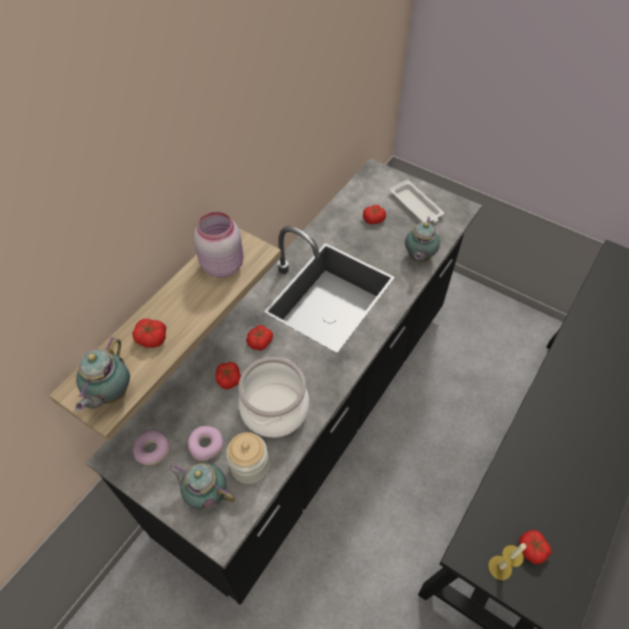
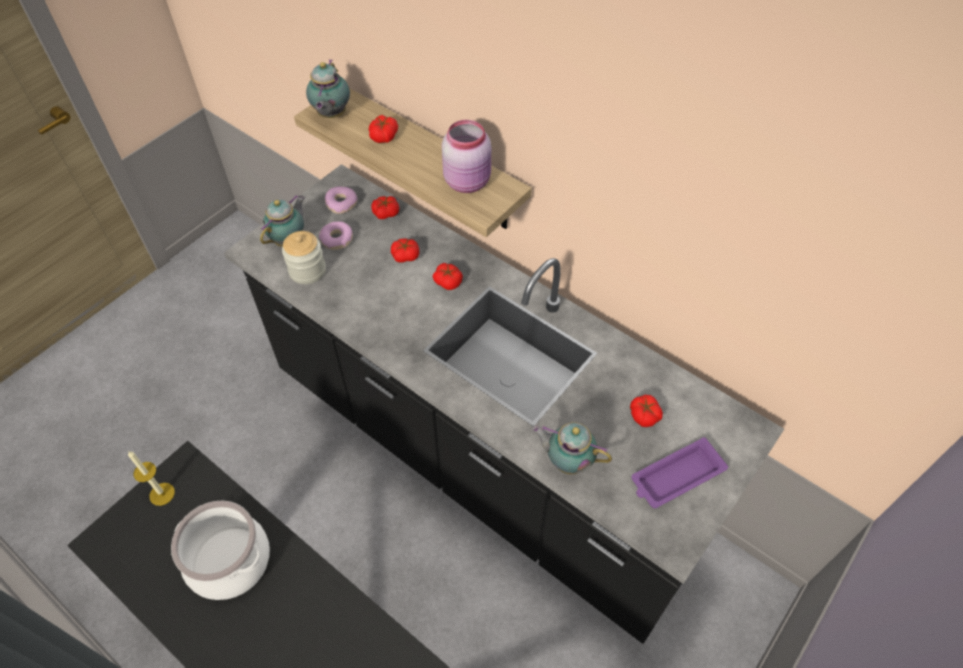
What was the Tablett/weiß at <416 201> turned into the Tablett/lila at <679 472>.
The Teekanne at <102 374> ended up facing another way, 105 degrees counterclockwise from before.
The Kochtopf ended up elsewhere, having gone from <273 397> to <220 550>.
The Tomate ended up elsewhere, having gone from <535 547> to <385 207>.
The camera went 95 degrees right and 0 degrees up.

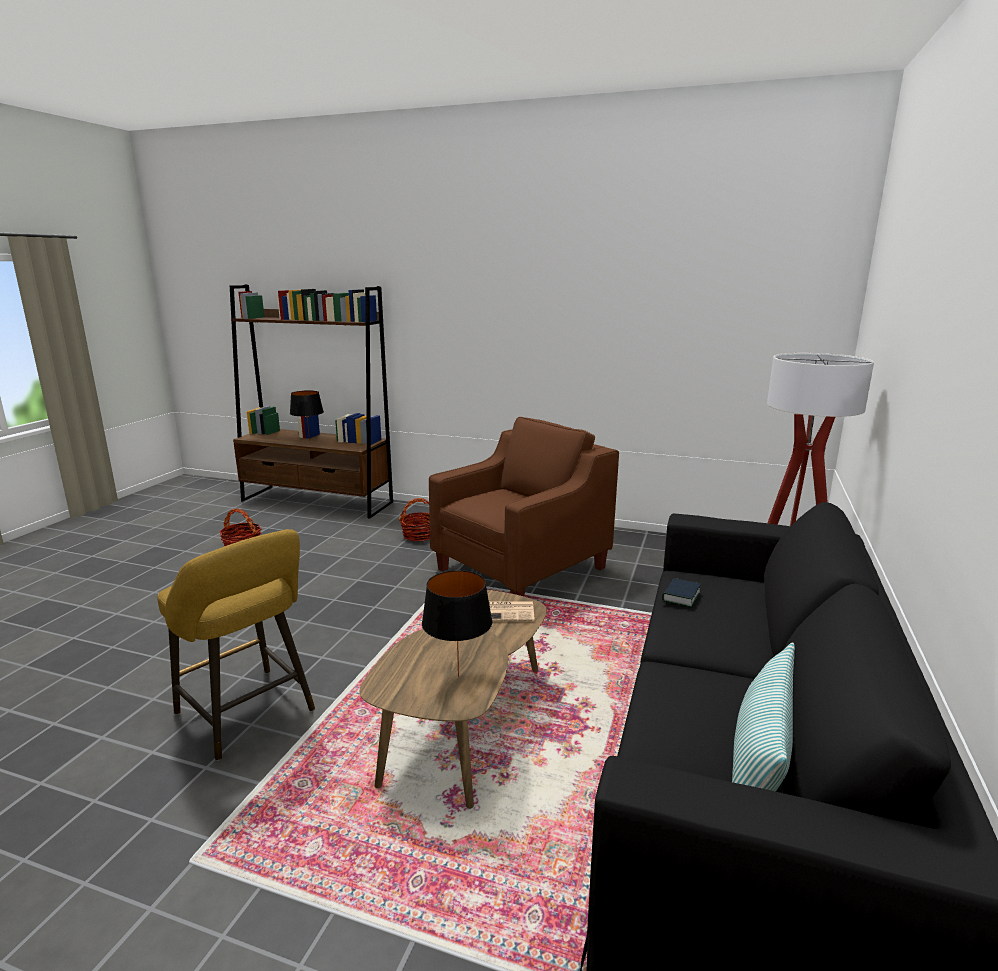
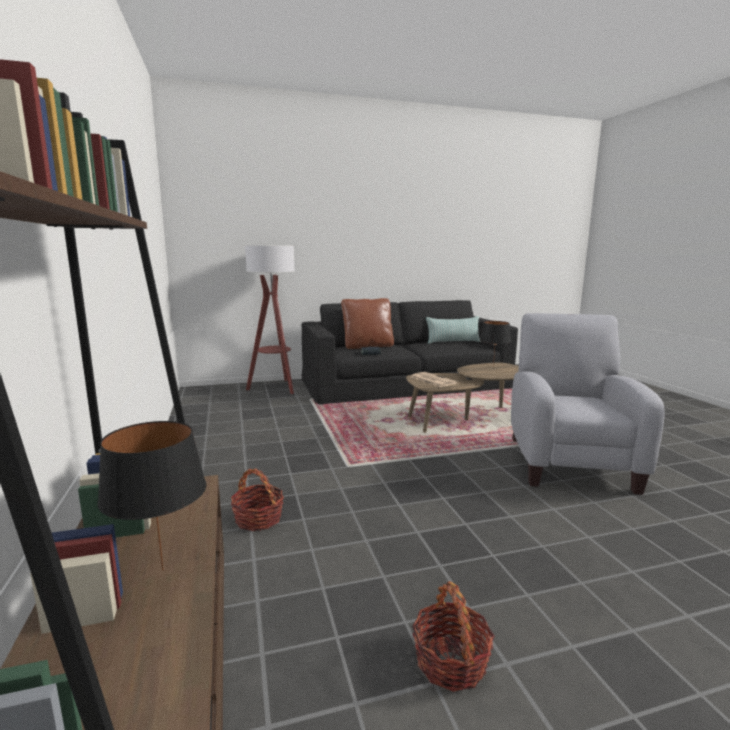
The second view lost the Sessel/braun at <524 506>.
Where the Hocker/gelb stood at <236 645>, the Sessel/grau came to stand at <588 404>.
The second view gained the Kissen/braun at <367 323>.
The camera went 125 degrees left and 5 degrees down.

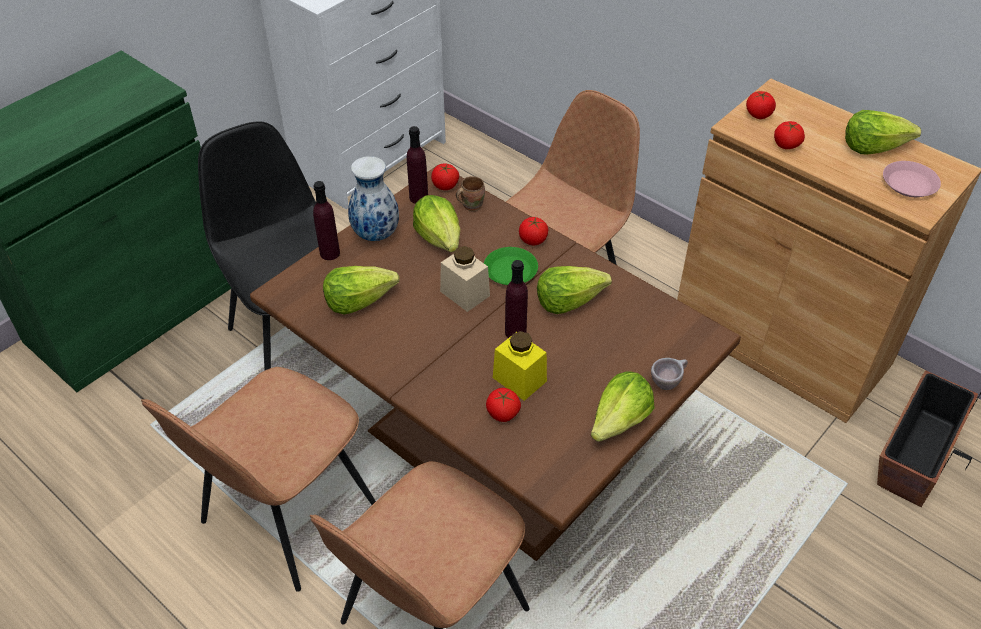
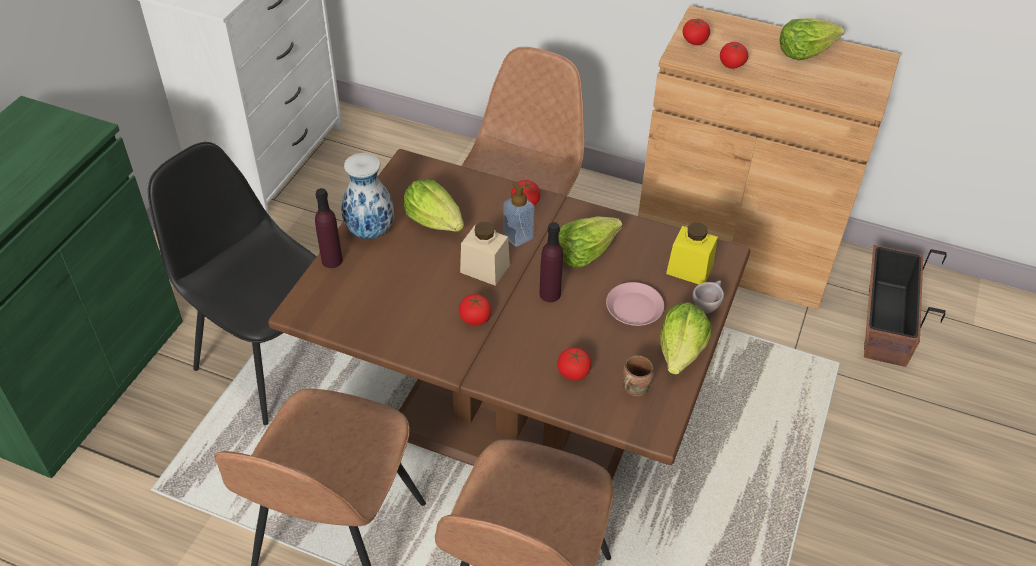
The second view lost the Flasche/lila at <417 165>.
The Teller/rosa ended up elsewhere, having gone from <912 179> to <635 304>.
The Tomate ended up elsewhere, having gone from <445 176> to <475 310>.
The Henkelbecher/braun ended up elsewhere, having gone from <470 193> to <638 375>.
Where the Teller/grün stood at <511 266>, the Seifenspender came to stand at <518 214>.
The second view lost the Salatkopf at <361 290>.
The Vorratsglas/gelb ended up elsewhere, having gone from <520 366> to <692 253>.
The camera went 20 degrees left and 0 degrees up.

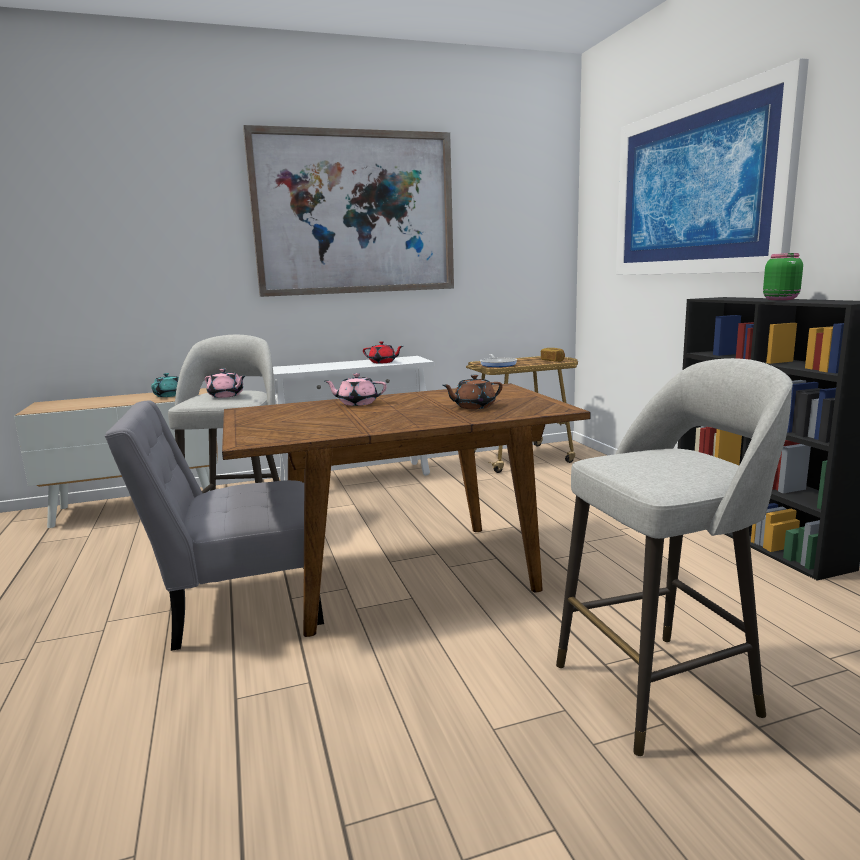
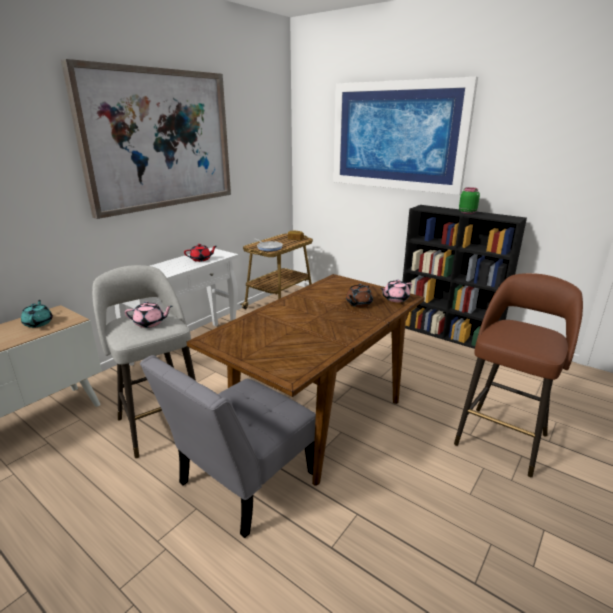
What was the Hocker/grau at <674 557> turned into the Hocker/braun at <518 375>.
The Teekanne/rosa ended up elsewhere, having gone from <356 389> to <396 290>.
The camera went 35 degrees left and 10 degrees up.

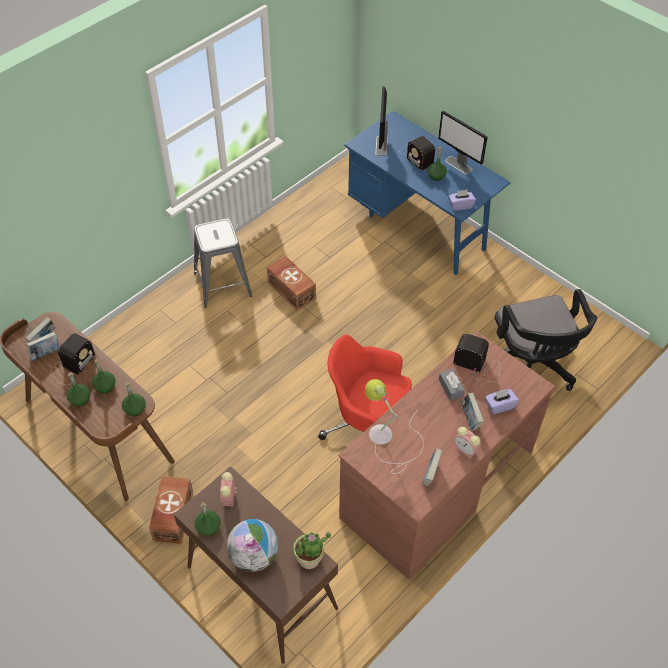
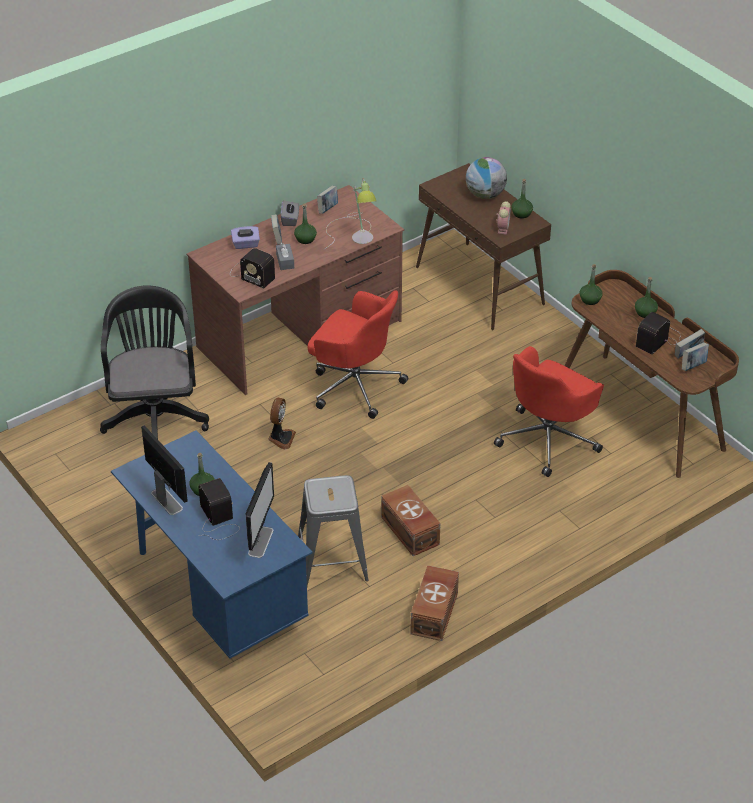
The second view lost the Taschentuchbox/lila at <462 200>.
The Hocker/grau ended up elsewhere, having gone from <223 263> to <333 531>.
The Flasche/grün ended up elsewhere, having gone from <104 376> to <305 223>.
Where the Wecker stood at <467 443>, the Taschentuchbox/grau came to stand at <290 213>.
The Aufbewahrungsbox/braun ended up elsewhere, having gone from <171 510> to <434 603>.
The second view lost the Topfpflanze at <312 550>.
The second view gained the Bürostuhl/rot at <549 411>.
The second view gained the Ventilator at <282 423>.
The camera went 170 degrees left and 10 degrees down.

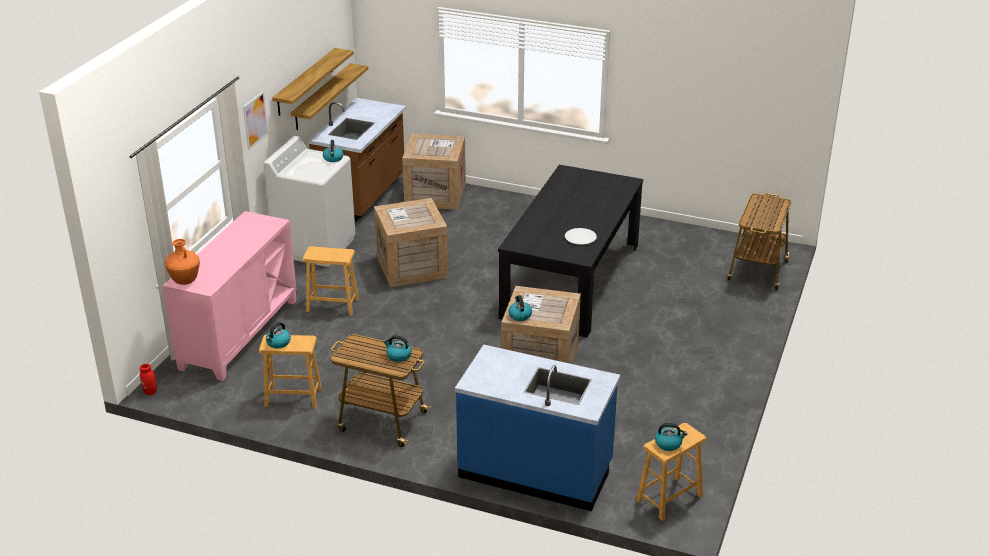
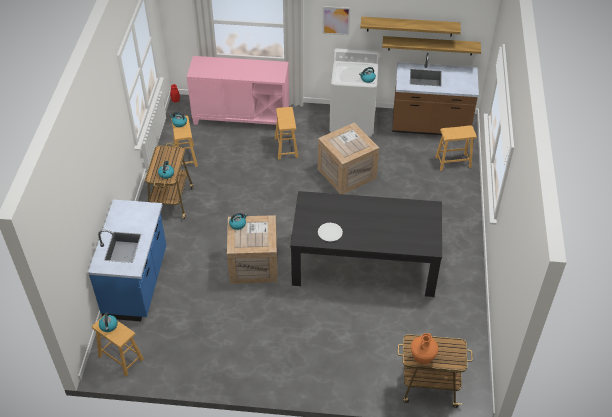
Where the Kiste stood at <434 172>, the Hocker/braun came to stand at <456 148>.
The Vase/orange ended up elsewhere, having gone from <182 262> to <425 348>.
The camera went 75 degrees right and 15 degrees up.

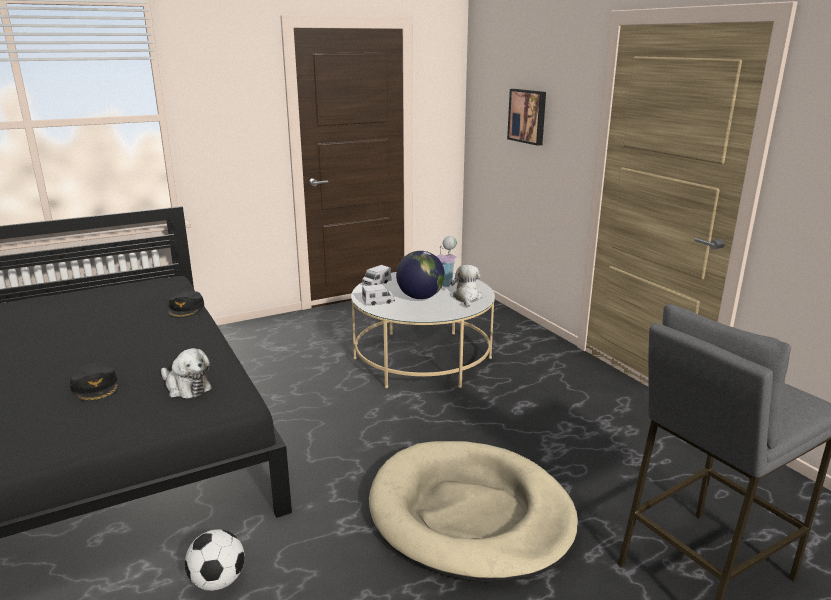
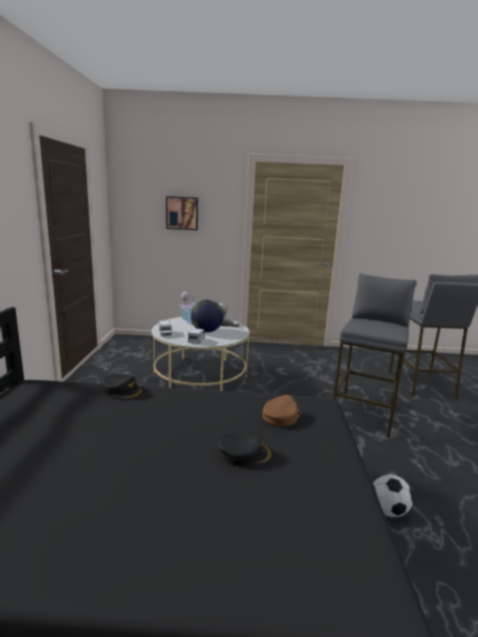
Where the Plüschtier stood at <186 373>, the Kappe/braun came to stand at <281 410>.
Where the Hundebett/beige stood at <473 512>, the Hocker/grau came to stand at <375 355>.
The camera went 60 degrees left and 5 degrees down.

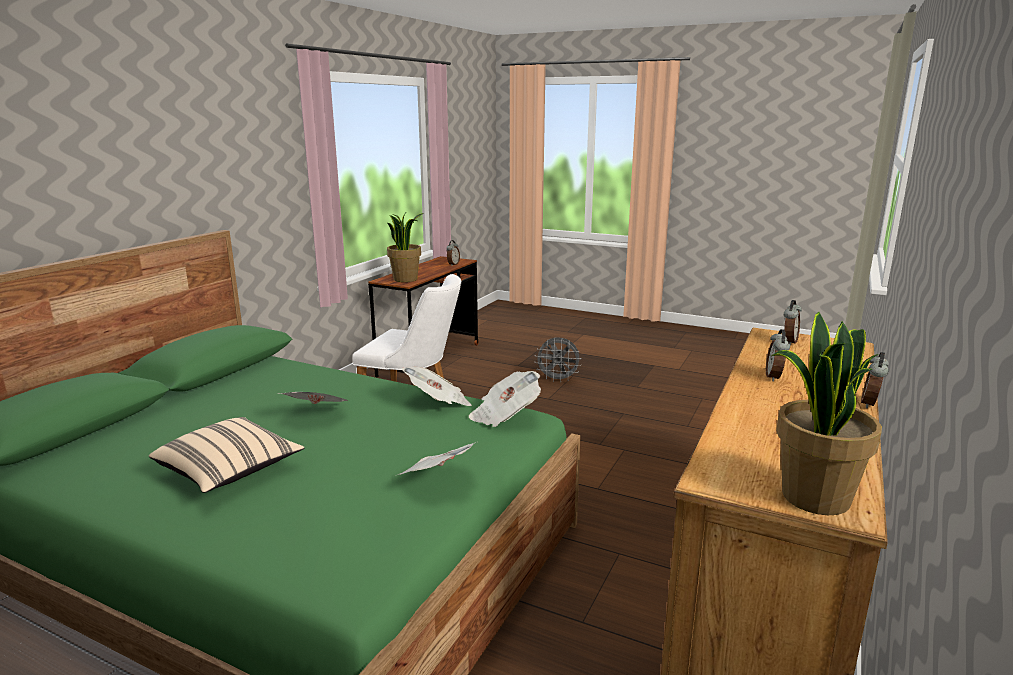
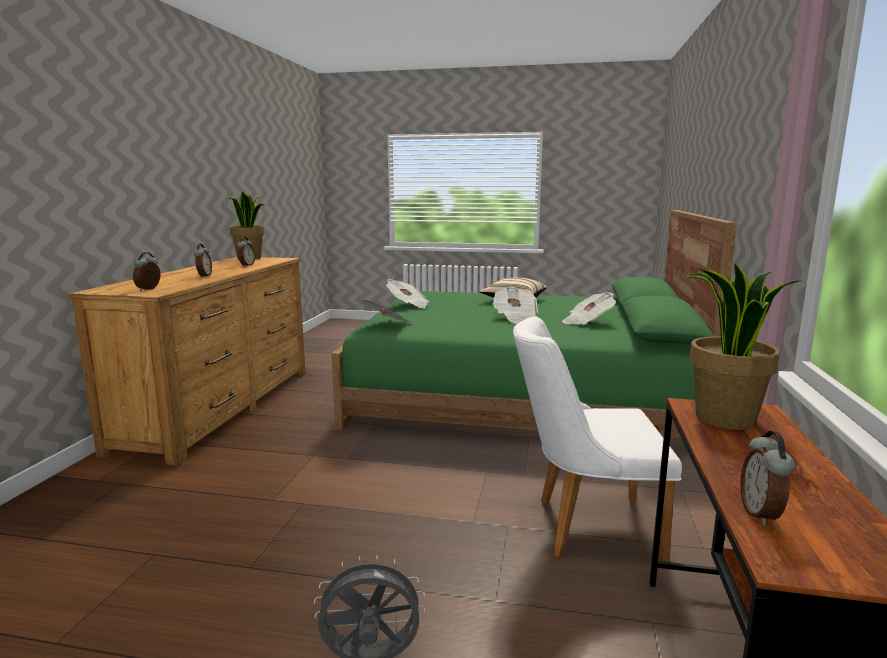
The Wecker ended up elsewhere, having gone from <875 380> to <246 252>.
The Zeitung ended up elsewhere, having gone from <437 386> to <589 308>.
The camera went 165 degrees right and 5 degrees down.

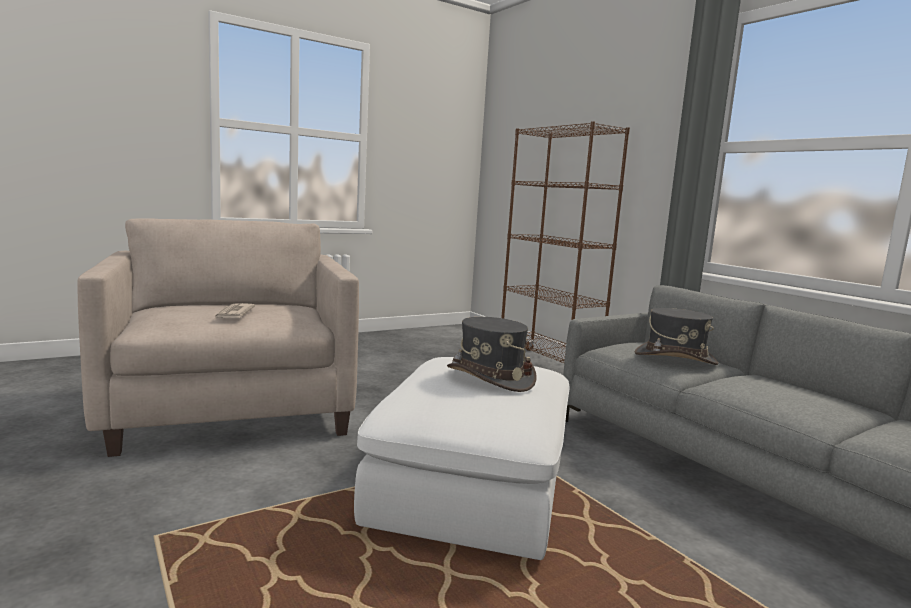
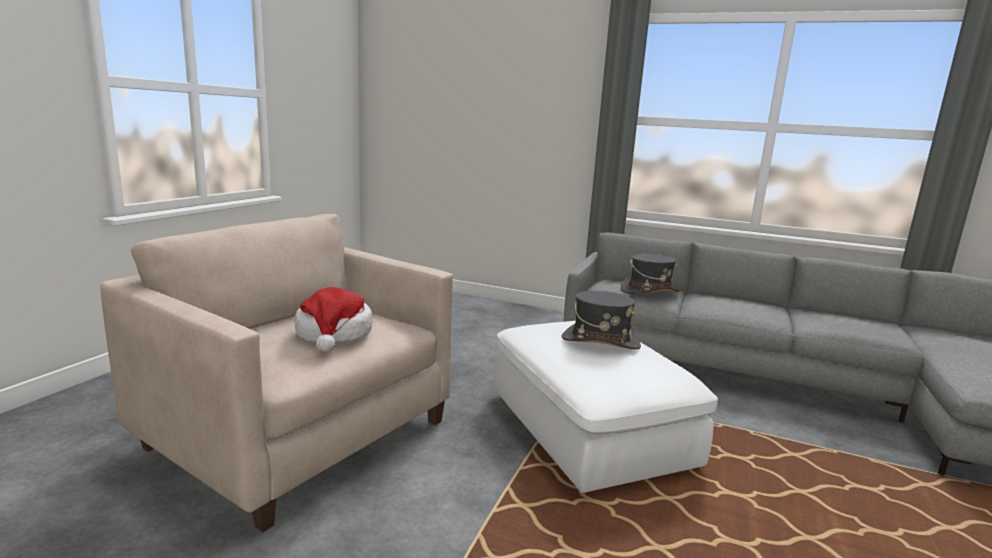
The second view lost the Bücherregal/braun at <565 242>.
Where the Zeitung stood at <234 311>, the Hut came to stand at <334 320>.
The camera went 35 degrees left and 5 degrees up.

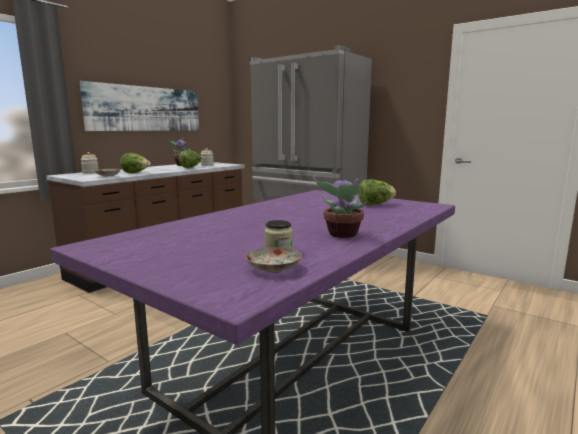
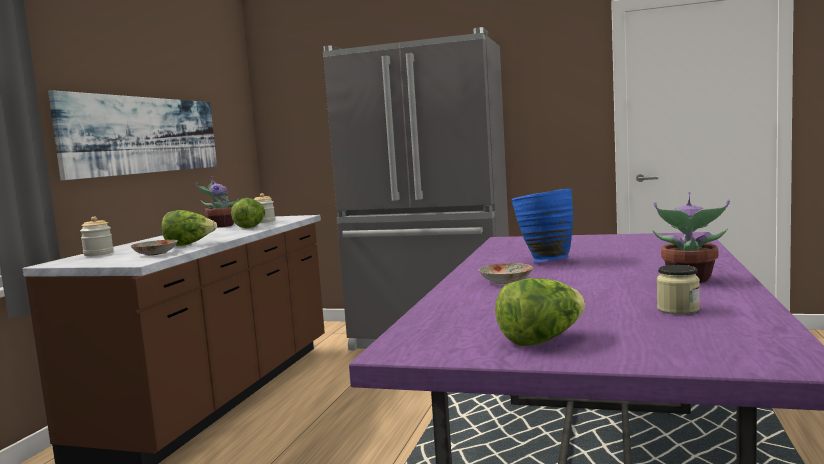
The Salatkopf ended up elsewhere, having gone from <377 192> to <540 312>.
The Teller ended up elsewhere, having gone from <273 260> to <506 273>.
The second view gained the Vase/blau at <542 225>.
The camera went 20 degrees left and 5 degrees down.

